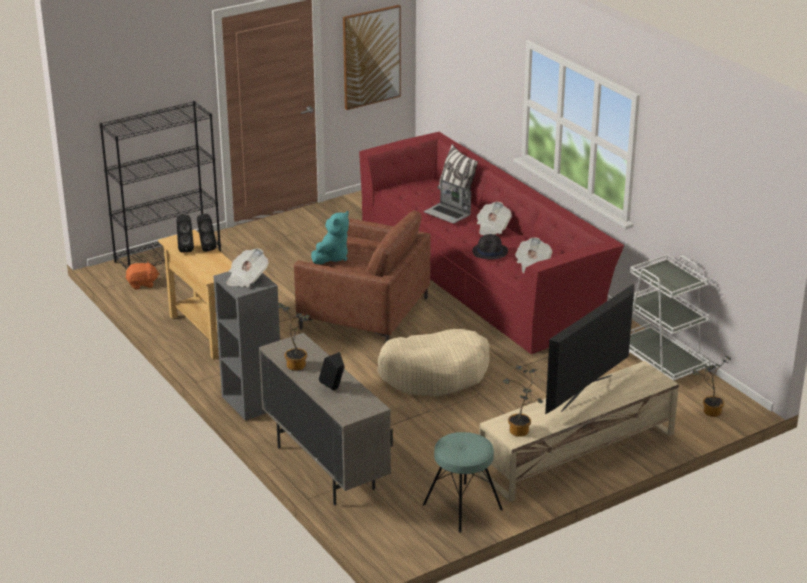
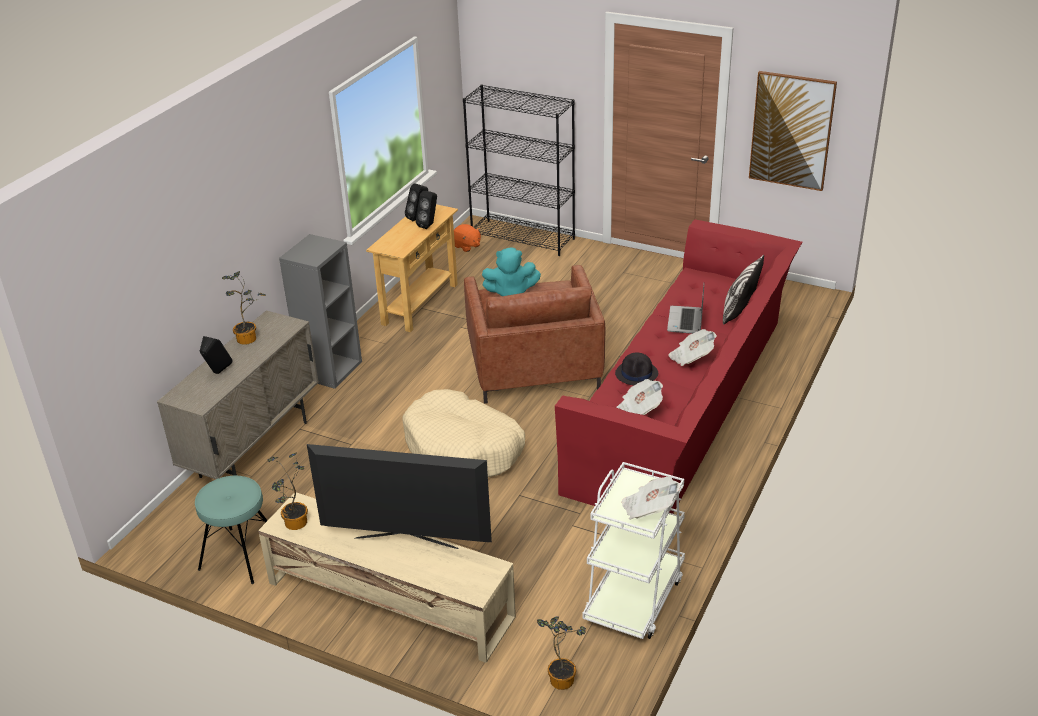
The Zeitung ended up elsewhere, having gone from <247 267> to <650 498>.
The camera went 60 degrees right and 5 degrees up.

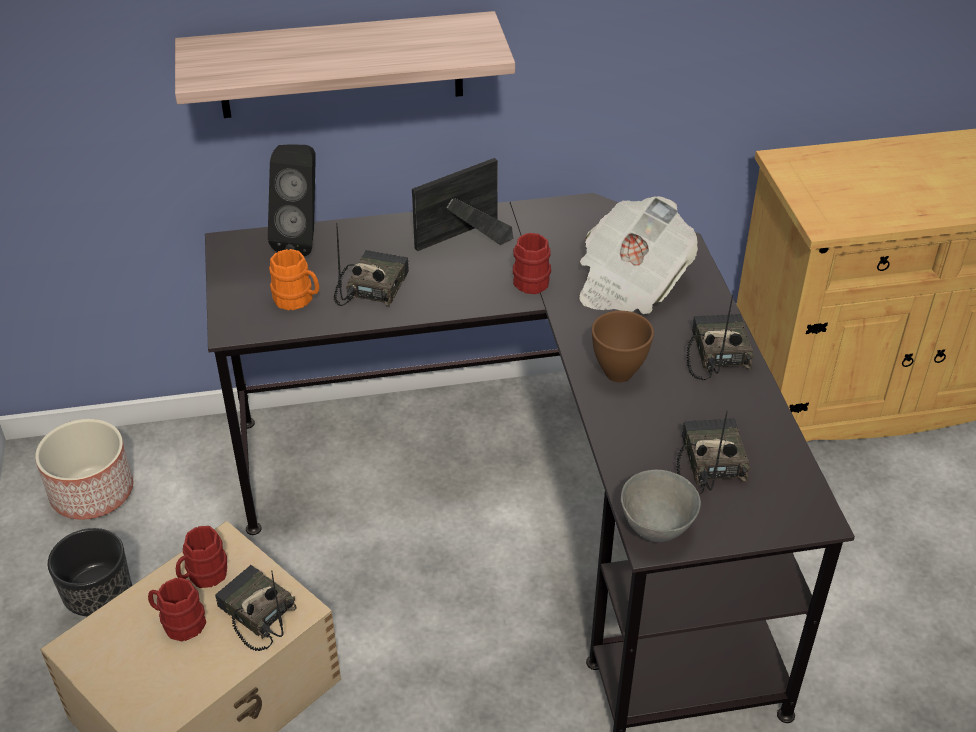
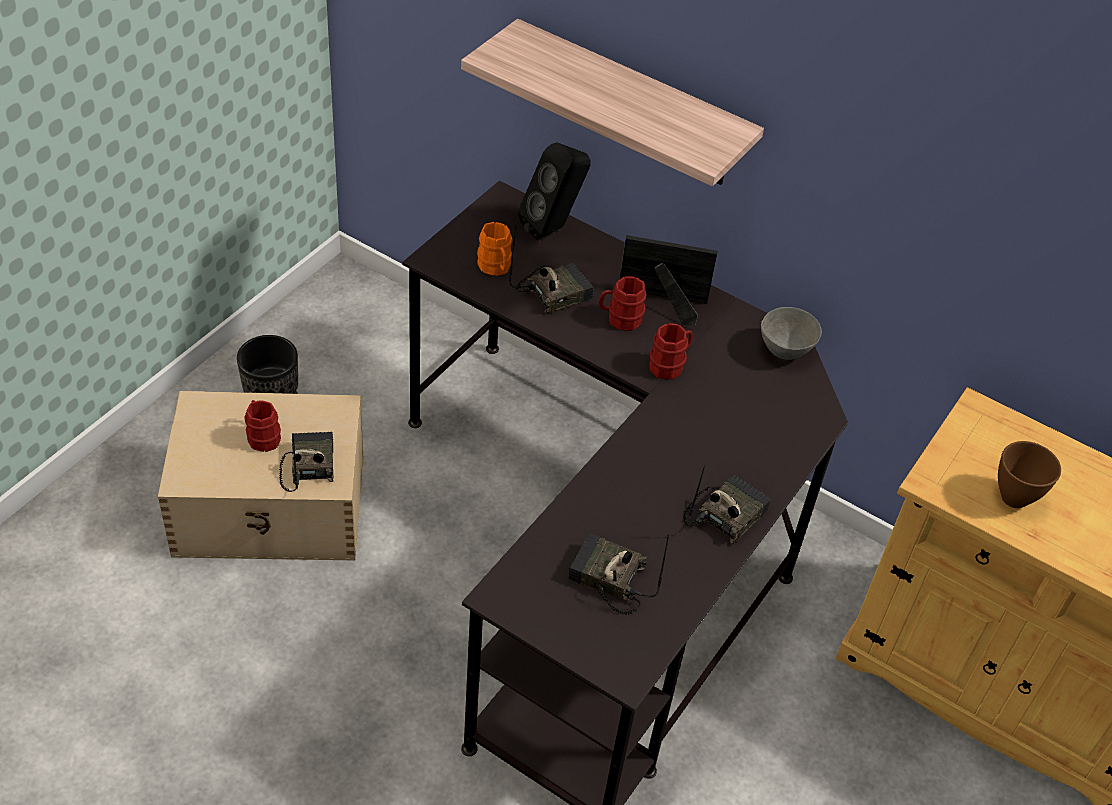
The second view lost the Zeitung at <638 255>.
The Schüssel/braun ended up elsewhere, having gone from <623 346> to <1029 474>.
The Radio at <713 452> ended up facing another way, 105 degrees counterclockwise from before.
The second view lost the Pflanzkübel at <84 469>.
The Schüssel/grau ended up elsewhere, having gone from <661 506> to <791 333>.
The Henkelbecher/rot ended up elsewhere, having gone from <201 557> to <622 303>.
The camera went 40 degrees right and 5 degrees up.

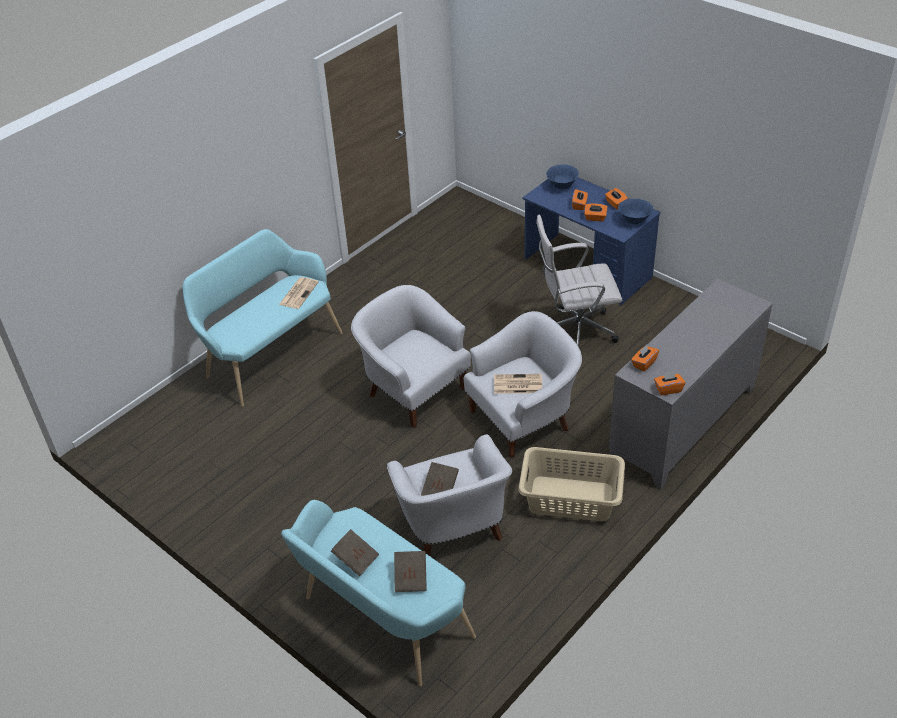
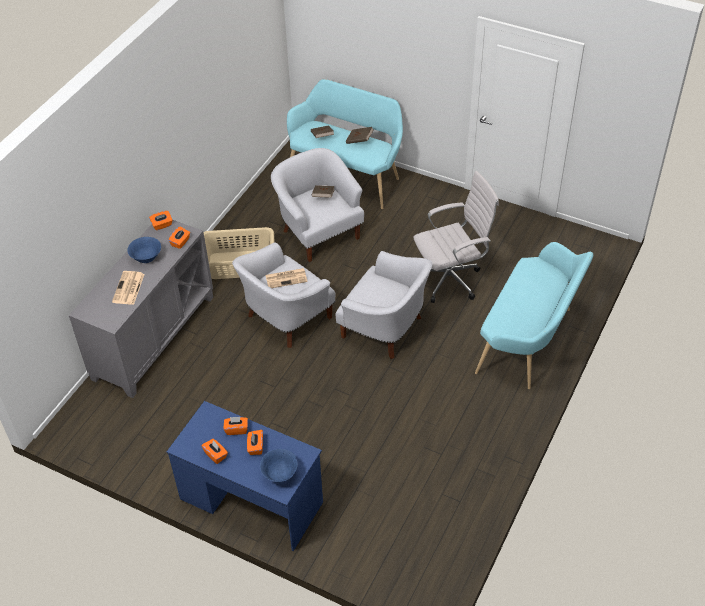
The Schüssel/blau ended up elsewhere, having gone from <636 211> to <144 250>.
The Bürostuhl/weiß ended up elsewhere, having gone from <579 281> to <456 237>.
The Zeitung ended up elsewhere, having gone from <299 293> to <128 288>.
The camera went 165 degrees right and 5 degrees up.

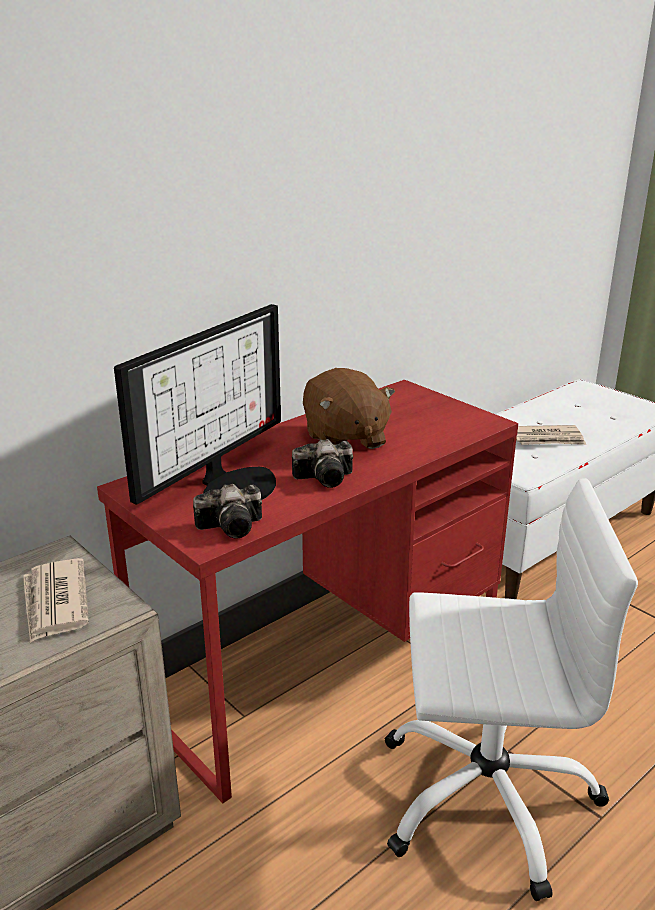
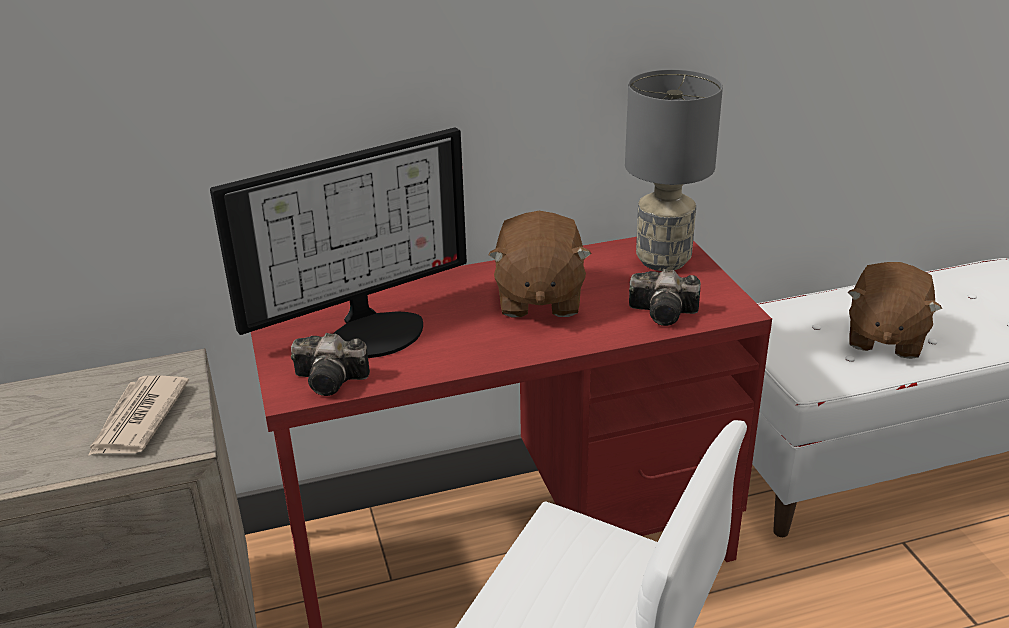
Where the Zeitung stood at <551 435>, the Plüschtier/braun came to stand at <895 310>.
The Kamera ended up elsewhere, having gone from <322 463> to <665 297>.
The second view gained the Tischlampe/grau at <674 170>.
The camera went 25 degrees right and 5 degrees up.

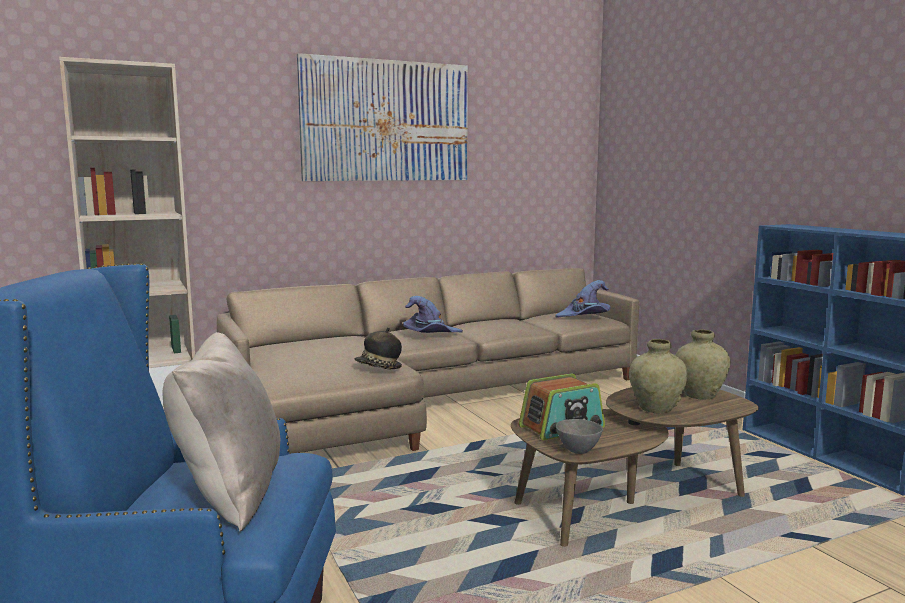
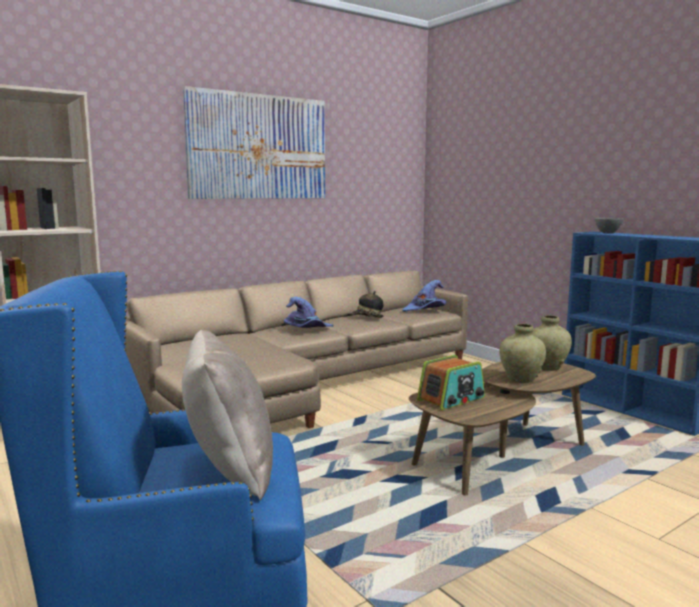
The Hut ended up elsewhere, having gone from <378 348> to <368 304>.
The Schüssel/grau ended up elsewhere, having gone from <579 436> to <609 226>.
The camera went 10 degrees left and 0 degrees up.

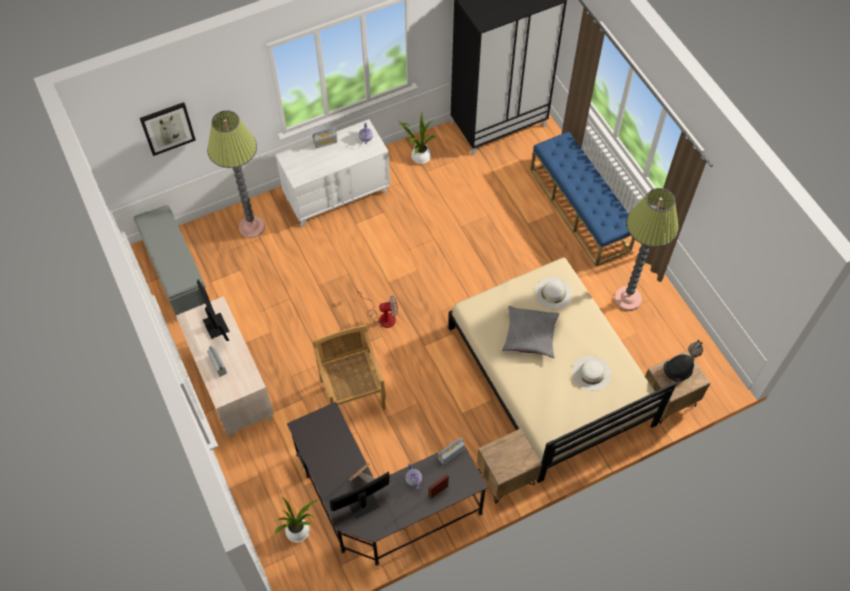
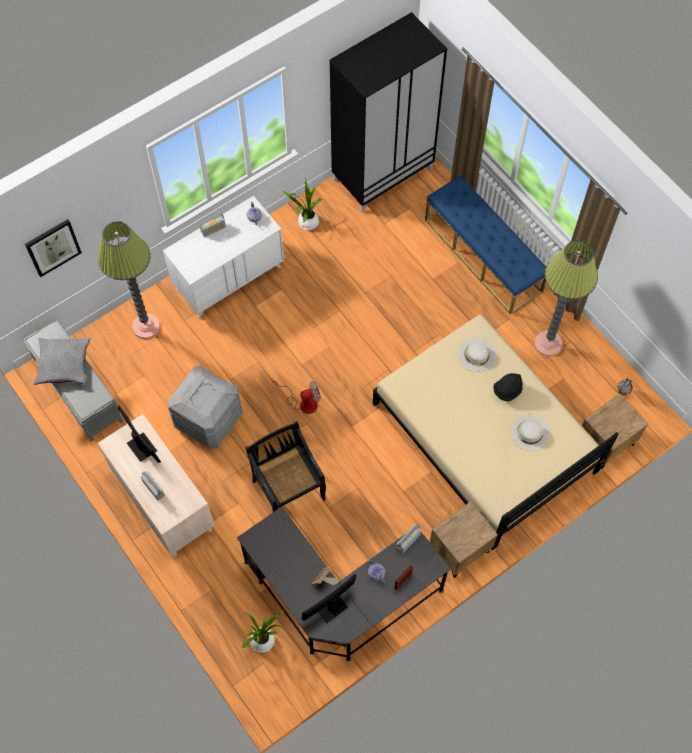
The Kissen/grau ended up elsewhere, having gone from <530 332> to <62 361>.
What was the Stuhl/beige at <349 367> turned into the Stuhl/schwarz at <285 466>.
The Hut/schwarz ended up elsewhere, having gone from <679 368> to <508 387>.
The second view gained the Aufbewahrungsbox/grau at <205 407>.
The camera went 10 degrees left and 5 degrees up.

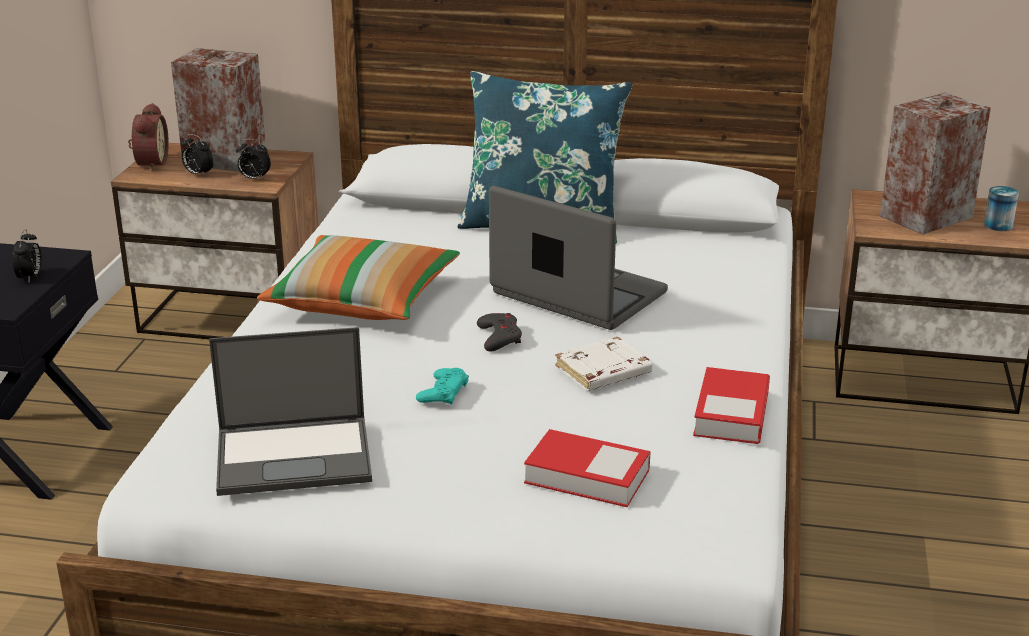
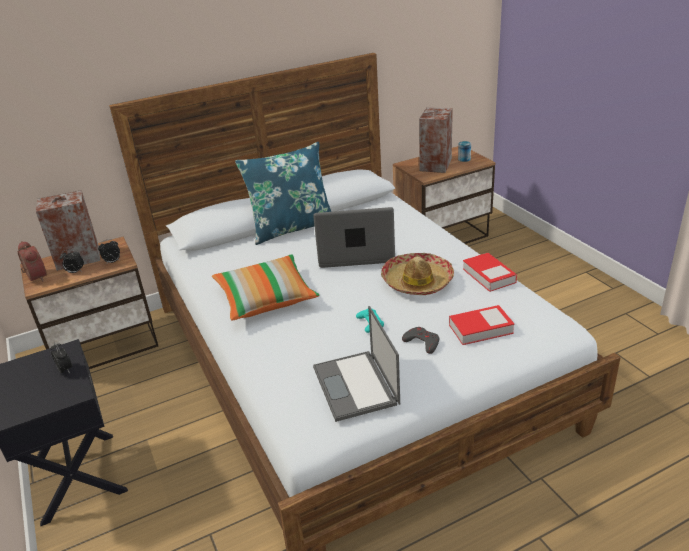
The Gamepad/grau ended up elsewhere, having gone from <499 332> to <420 340>.
The Laptop at <290 411> ended up facing another way, 120 degrees clockwise from before.
Where the Buch/weiß stood at <604 364>, the Hut came to stand at <417 274>.
The camera went 35 degrees left and 5 degrees up.

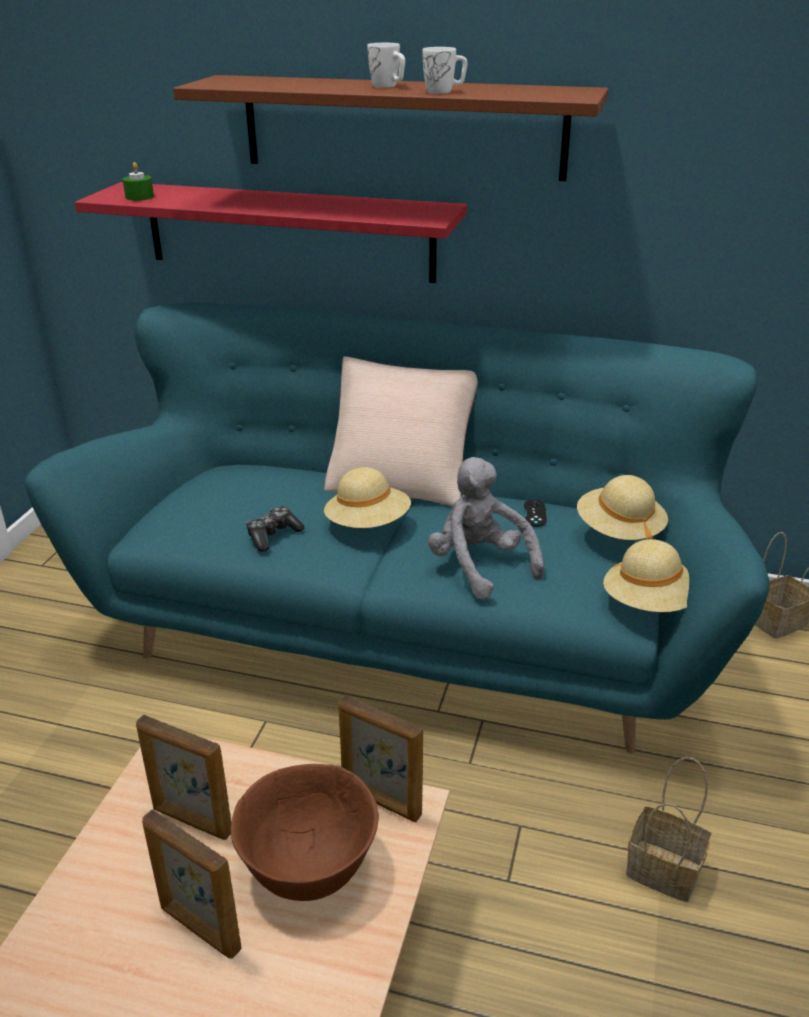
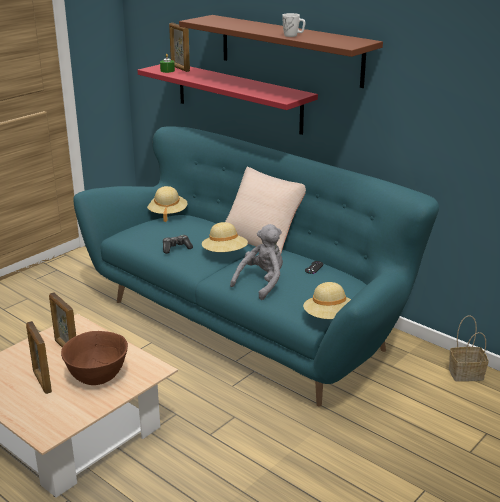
The second view lost the Henkelbecher/weiß at <386 65>.
The Plüschtier/grau at <486 528> ended up facing another way, 45 degrees clockwise from before.
The Hut/beige ended up elsewhere, having gone from <622 507> to <167 204>.
The Bilderrahmen ended up elsewhere, having gone from <380 758> to <179 47>.
The second view lost the Korb at <668 829>.
The camera went 25 degrees right and 5 degrees down.

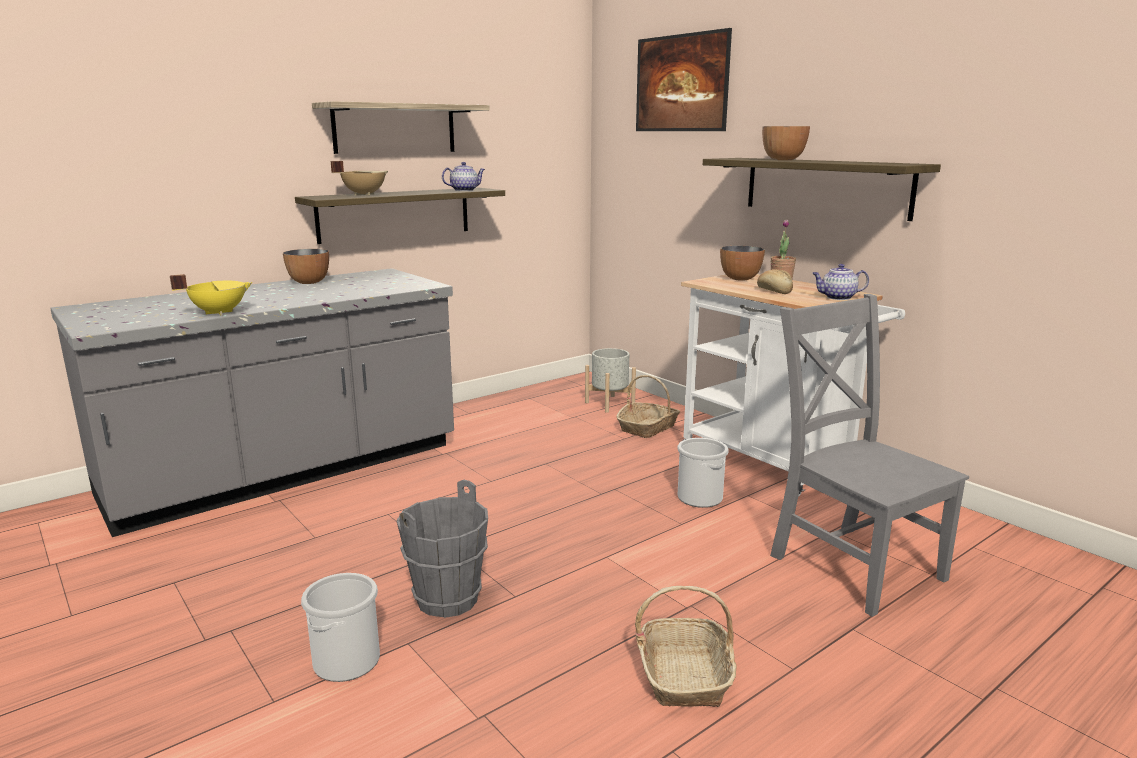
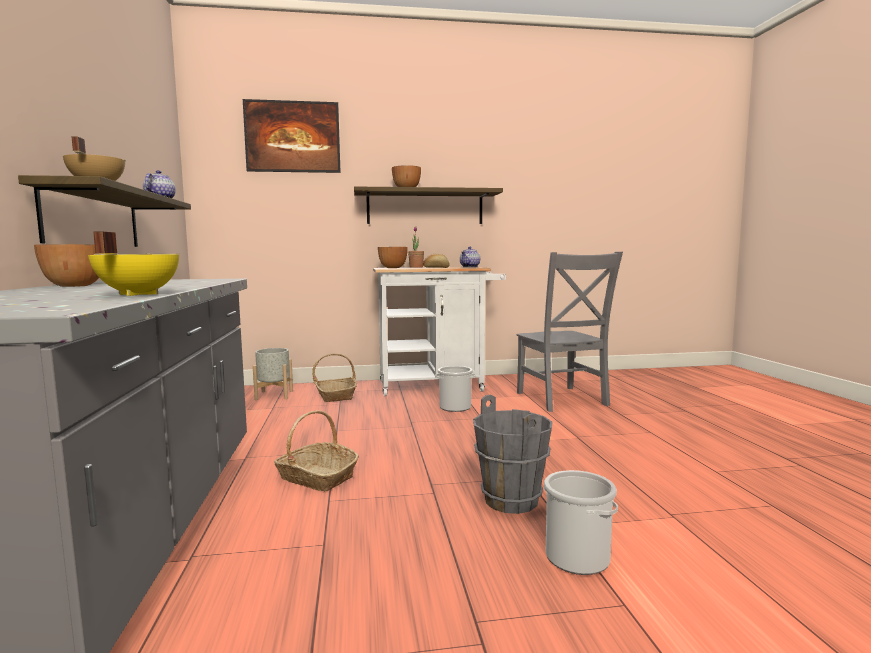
The second view lost the Wandregal at <401 127>.
The Stuhl/grau at <869 455> ended up facing another way, 105 degrees counterclockwise from before.
The Korb ended up elsewhere, having gone from <686 646> to <316 450>.
The camera went 60 degrees left and 10 degrees down.

